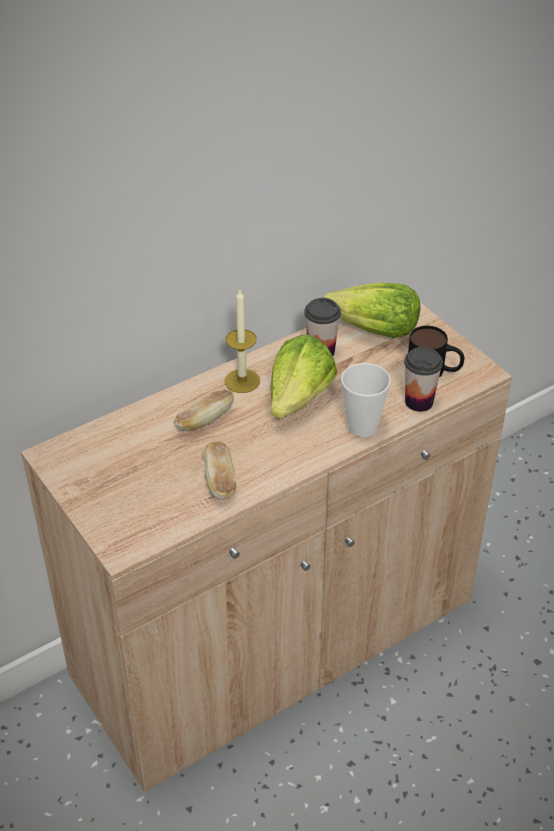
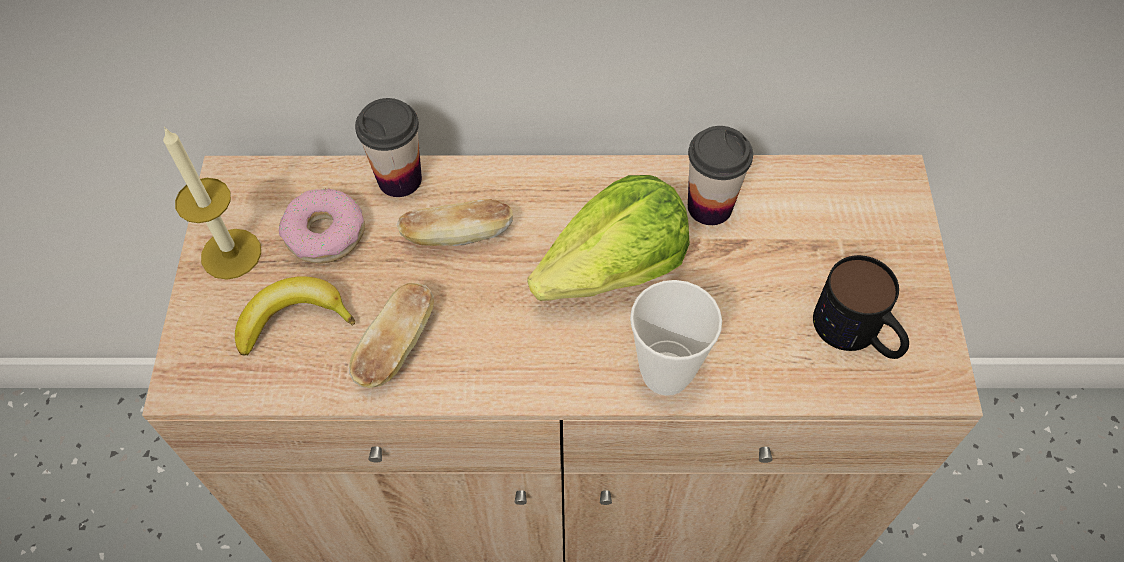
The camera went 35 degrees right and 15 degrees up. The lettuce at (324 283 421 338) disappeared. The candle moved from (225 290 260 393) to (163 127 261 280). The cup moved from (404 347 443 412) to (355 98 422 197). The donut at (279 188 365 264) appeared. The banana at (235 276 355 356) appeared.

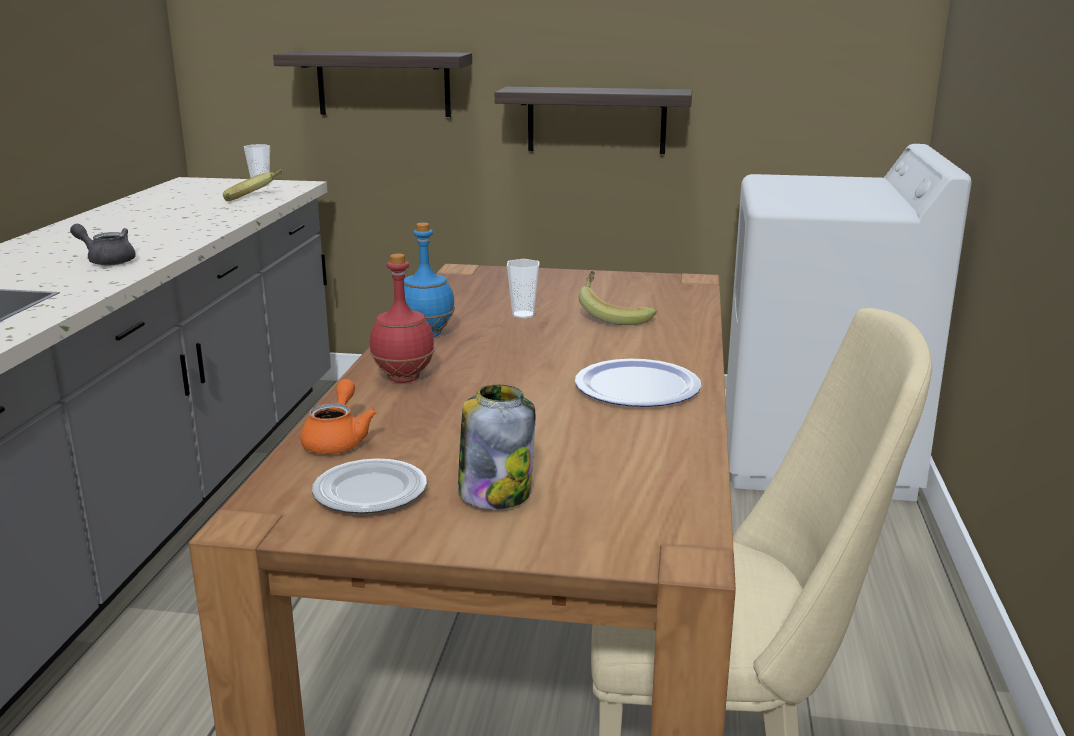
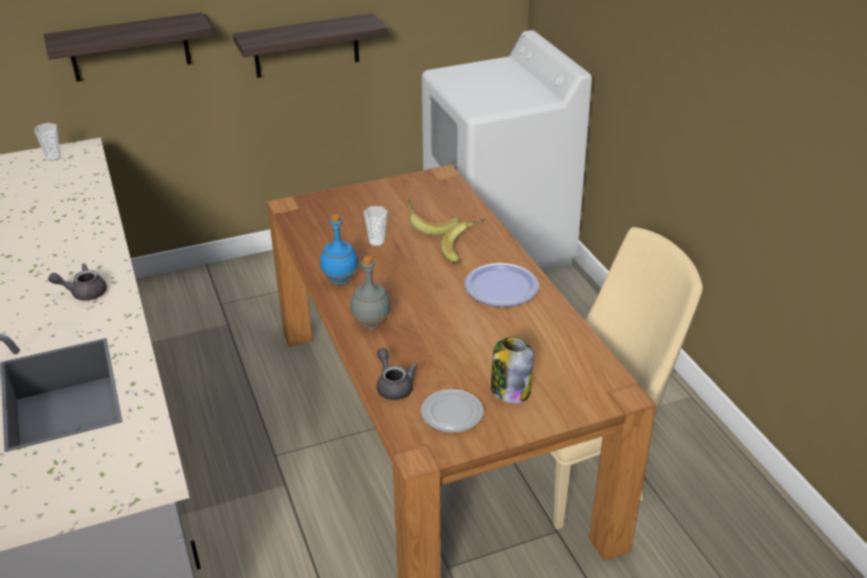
The camera went 30 degrees left and 15 degrees up. The banana moved from (223 168 285 201) to (441 219 484 263). The bottle/red at (370 254 435 383) became the bottle/grey at (350 256 391 329). The teapot/orange at (300 379 377 454) became the teapot/grey at (377 348 417 400).

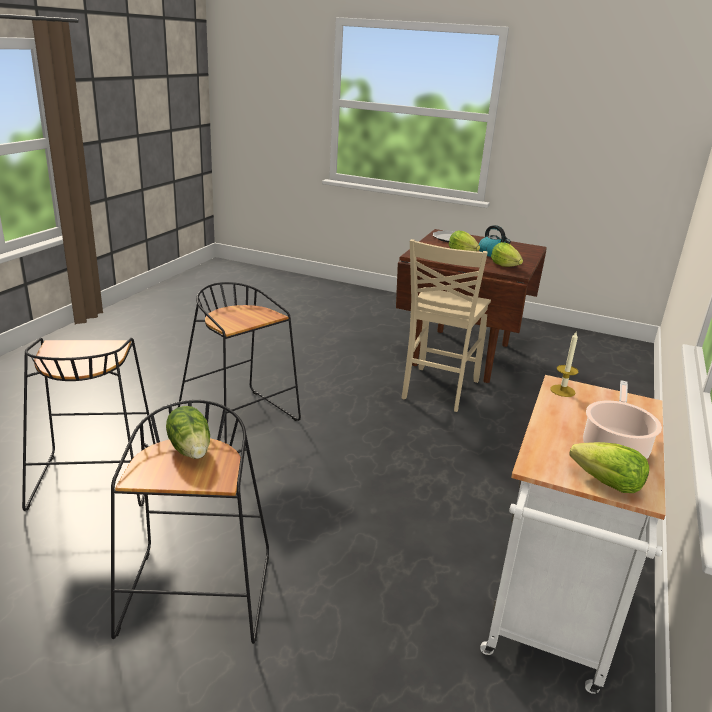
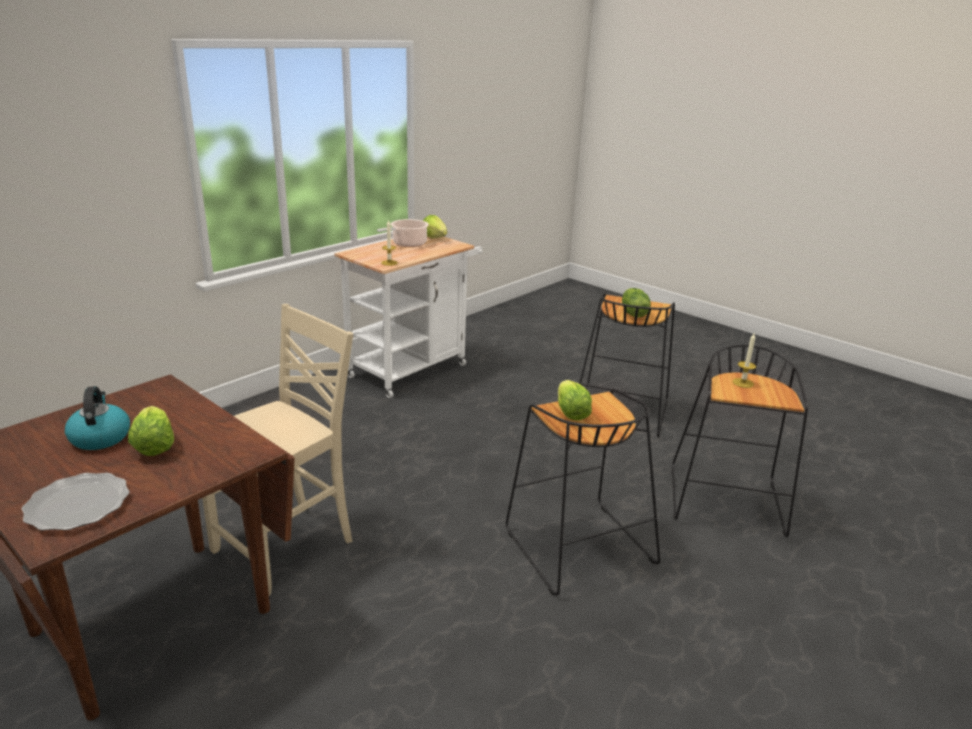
The camera went 160 degrees left and 0 degrees up. The lettuce moved from (491 242 523 267) to (558 380 592 420). The candle at (732 333 756 388) appeared.

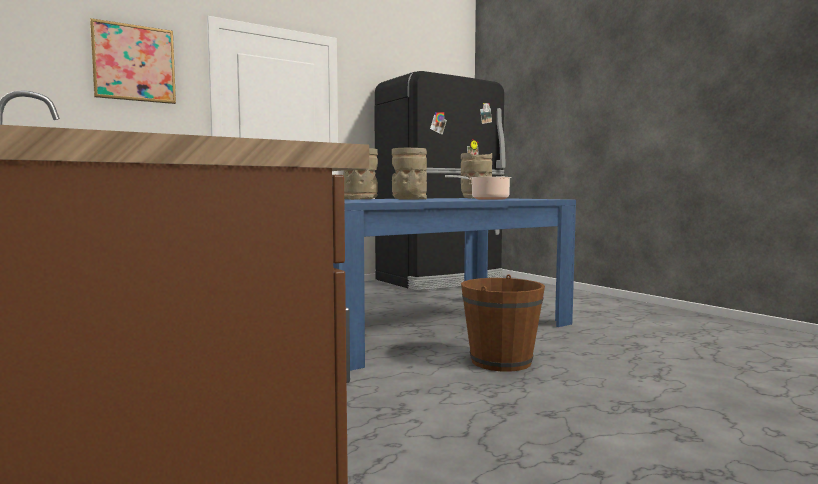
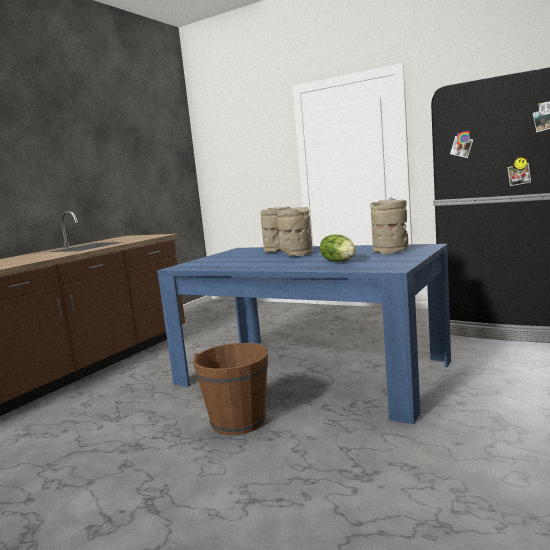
The camera went 65 degrees right and 5 degrees up. The picture at (90 18 176 104) disappeared. The cooking pot at (445 175 512 200) was replaced by the lettuce at (320 235 356 262).

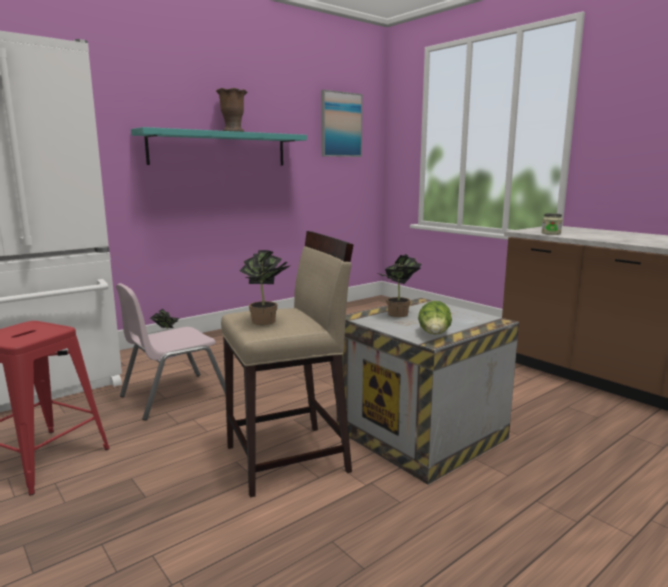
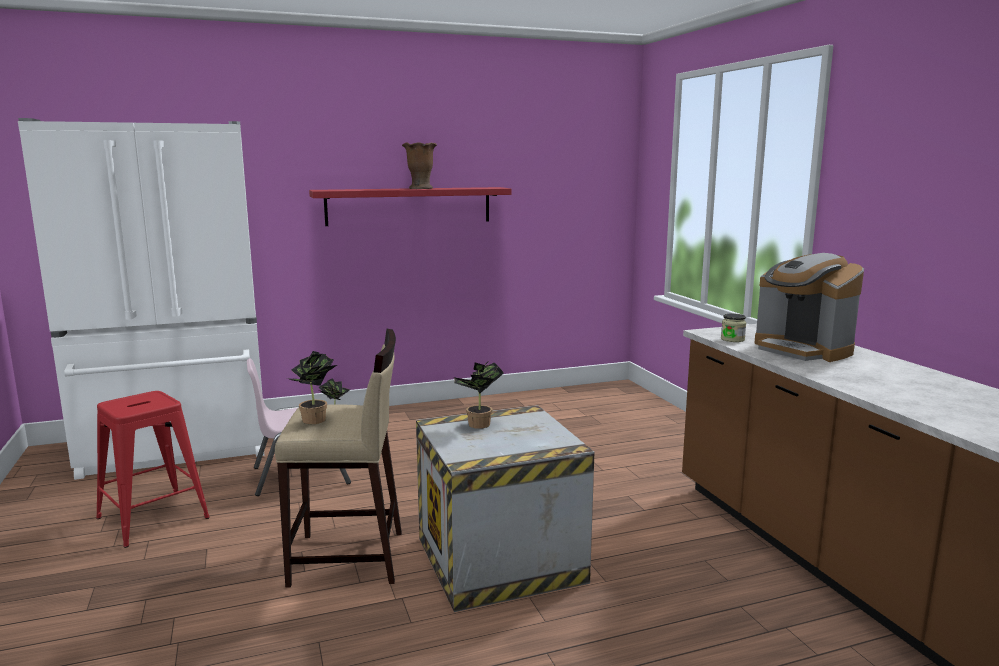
The camera went 20 degrees right and 0 degrees up. The picture at (321 90 363 157) disappeared. The shelf/turquoise at (131 127 307 165) became the shelf/red at (309 187 511 226). The lettuce at (418 301 452 335) disappeared. The coffee machine at (755 253 864 362) appeared.

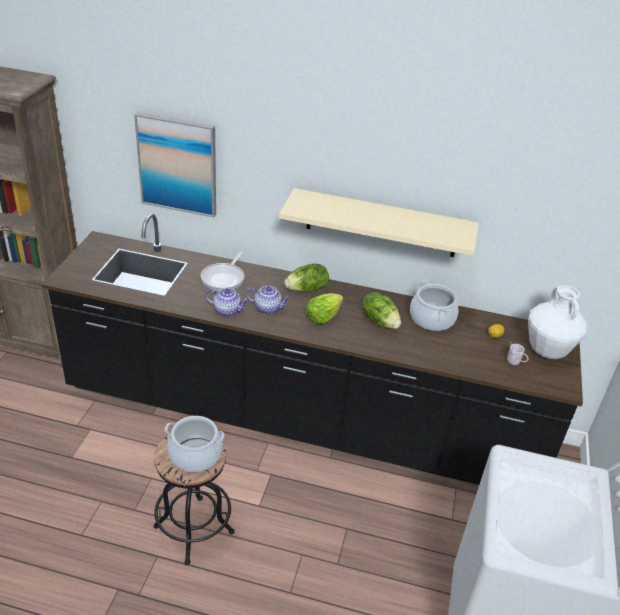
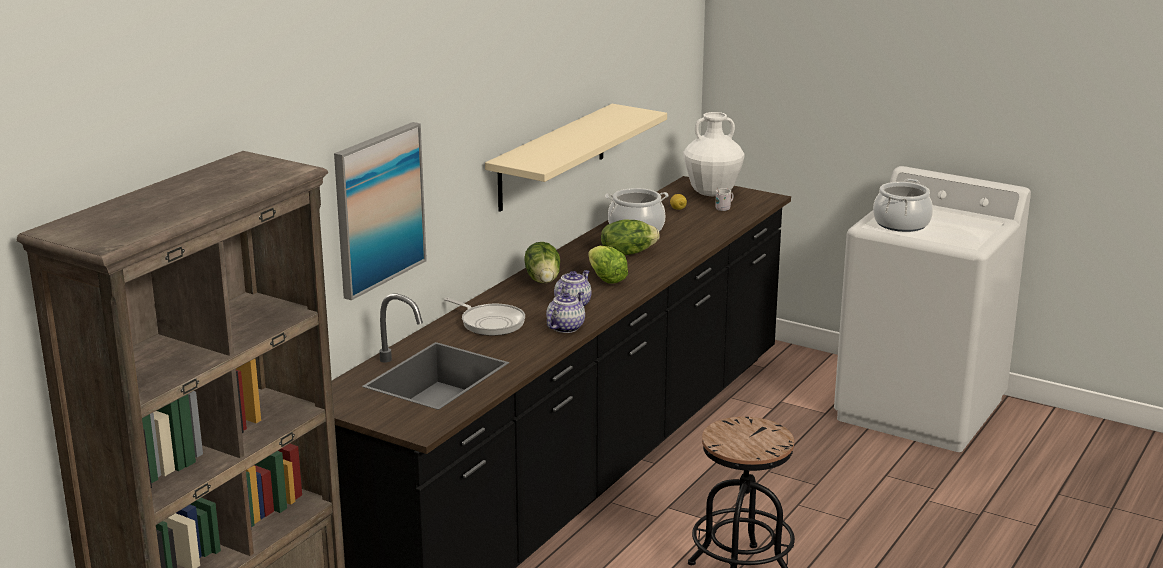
The camera went 70 degrees left and 15 degrees down. The cooking pot moved from (165 416 224 472) to (873 179 933 232).

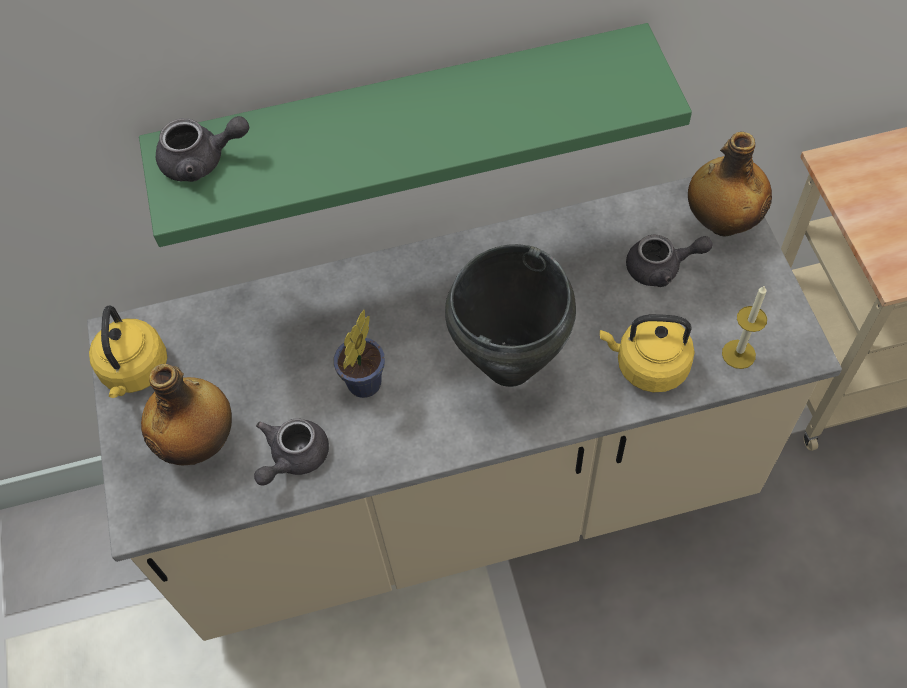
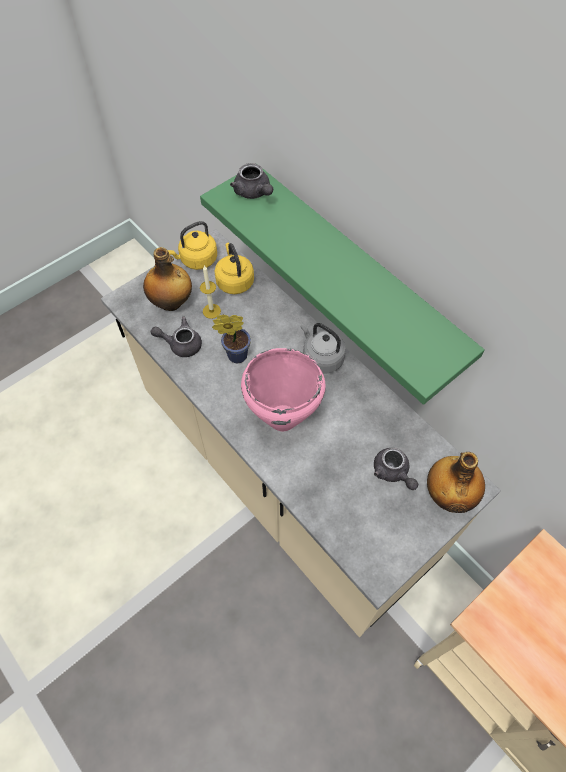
The camera went 60 degrees right and 0 degrees up. The cooking pot/black at (445 244 576 387) became the cooking pot/pink at (241 348 326 431). The candle moved from (722 285 767 369) to (200 265 221 319). The kettle/yellow moved from (600 314 695 392) to (214 243 254 294). The kettle/grey at (300 323 346 374) appeared.

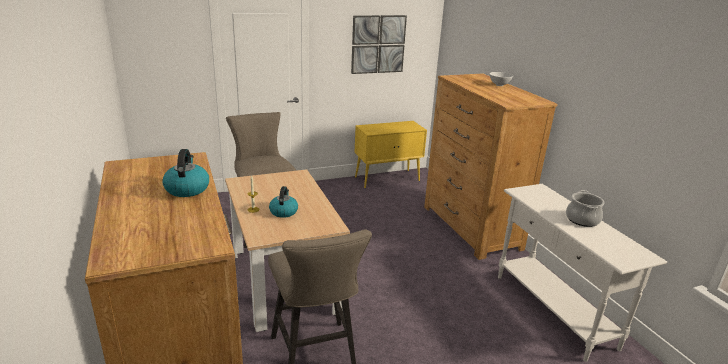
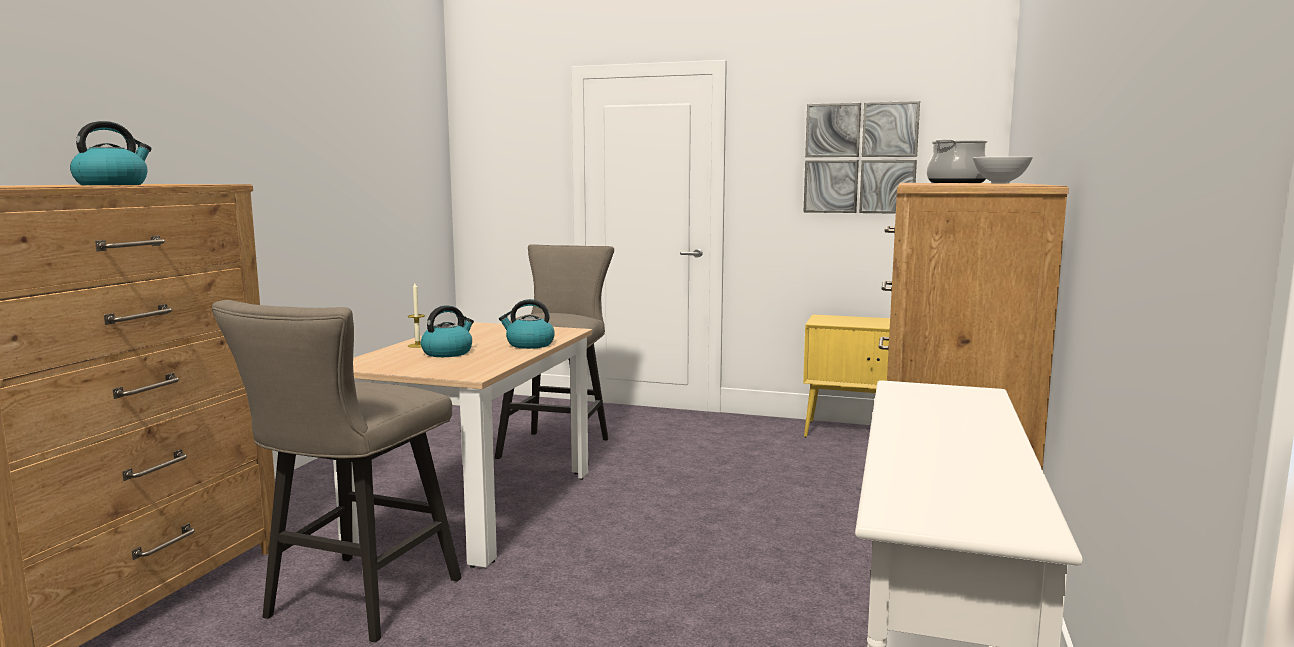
The camera went 40 degrees right and 15 degrees down. The cooking pot moved from (566 190 605 227) to (927 139 988 183). The kettle at (499 299 555 349) appeared.

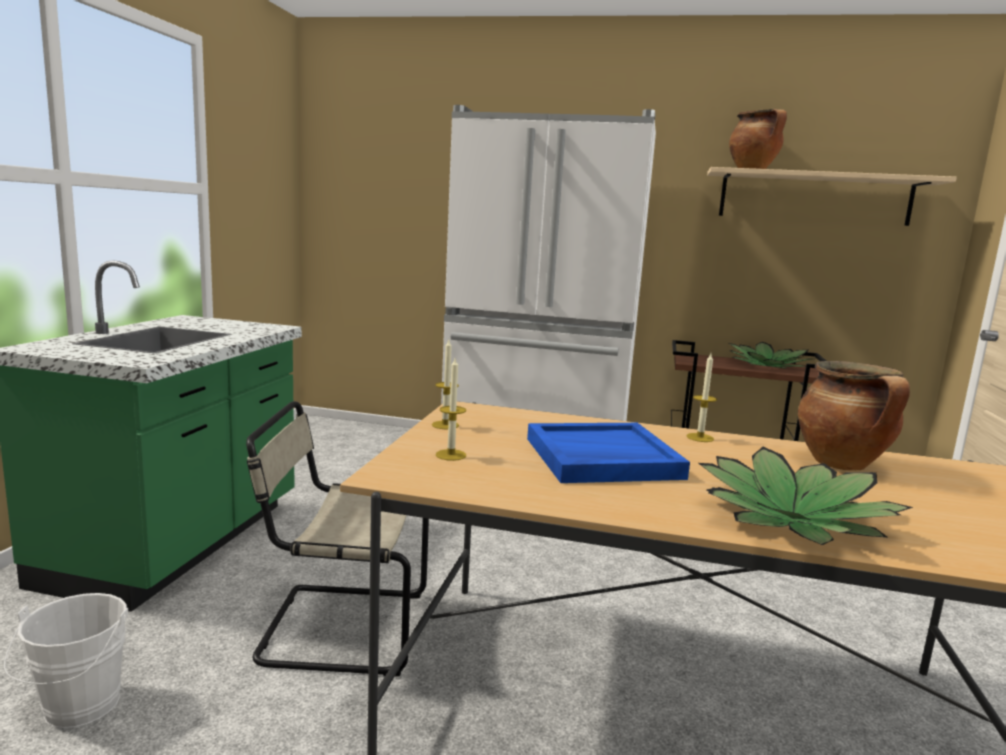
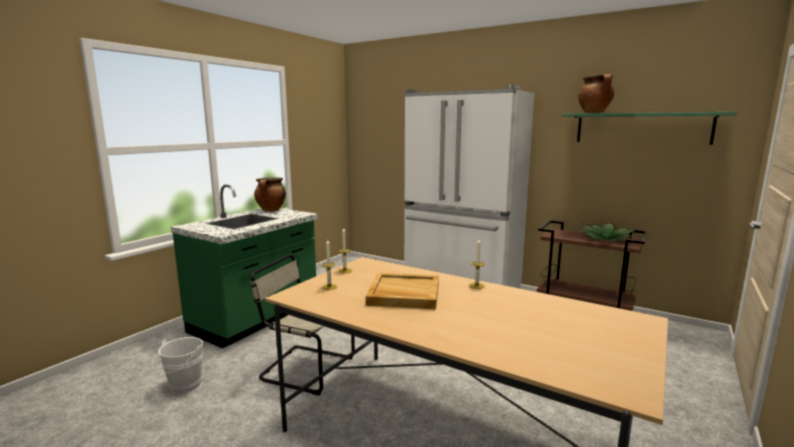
The camera went 20 degrees right and 0 degrees up. The shelf/beige at (707 167 957 226) became the shelf/green at (562 112 737 145). The cooking pot moved from (798 361 910 471) to (254 177 286 212). The tray/blue at (527 423 690 483) became the tray/beige at (366 273 439 309). The potted plant at (699 447 913 545) disappeared.

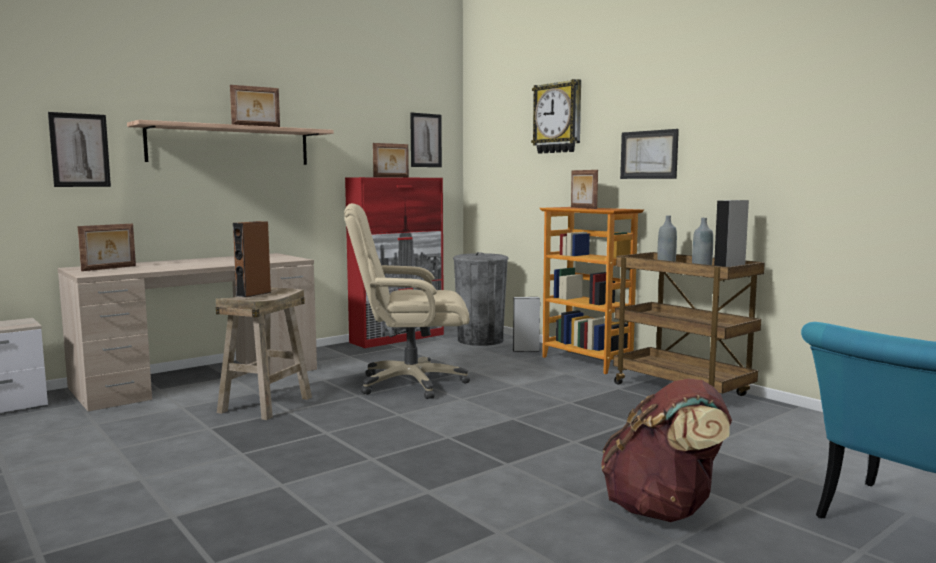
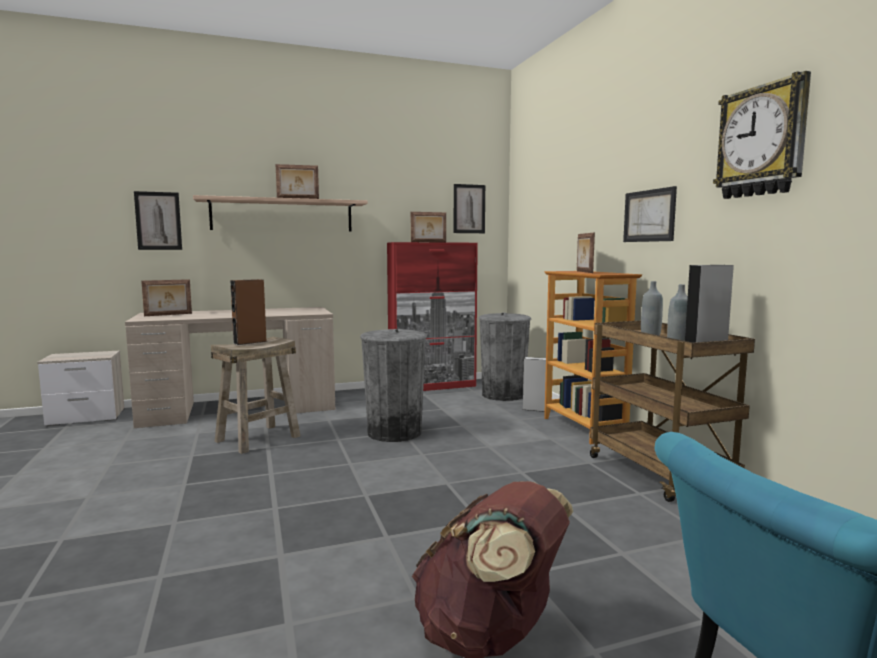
The camera went 20 degrees right and 0 degrees up. The wall clock moved from (531 79 581 154) to (713 71 811 199). The office chair/beige at (344 203 470 399) was replaced by the trash can/grey at (360 329 427 442).

